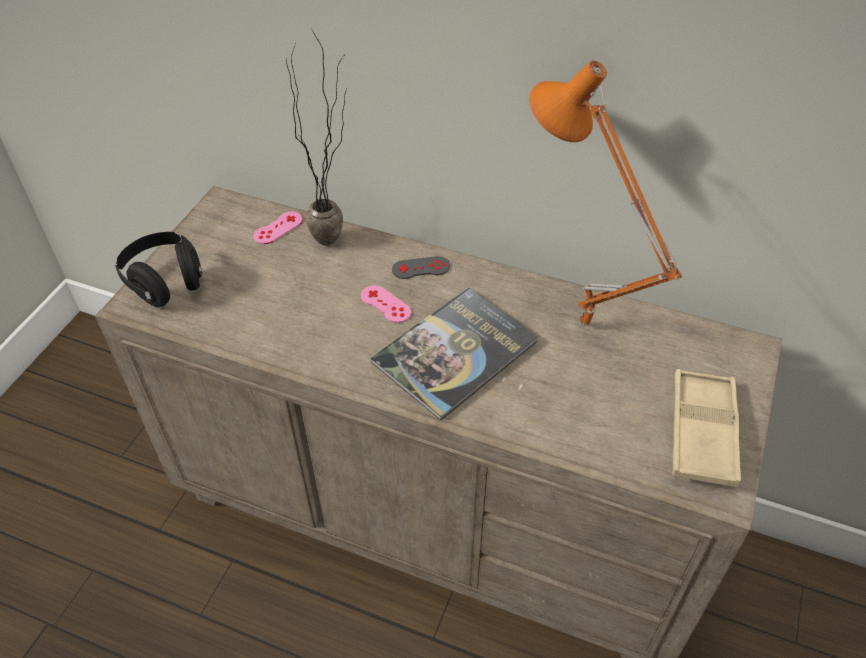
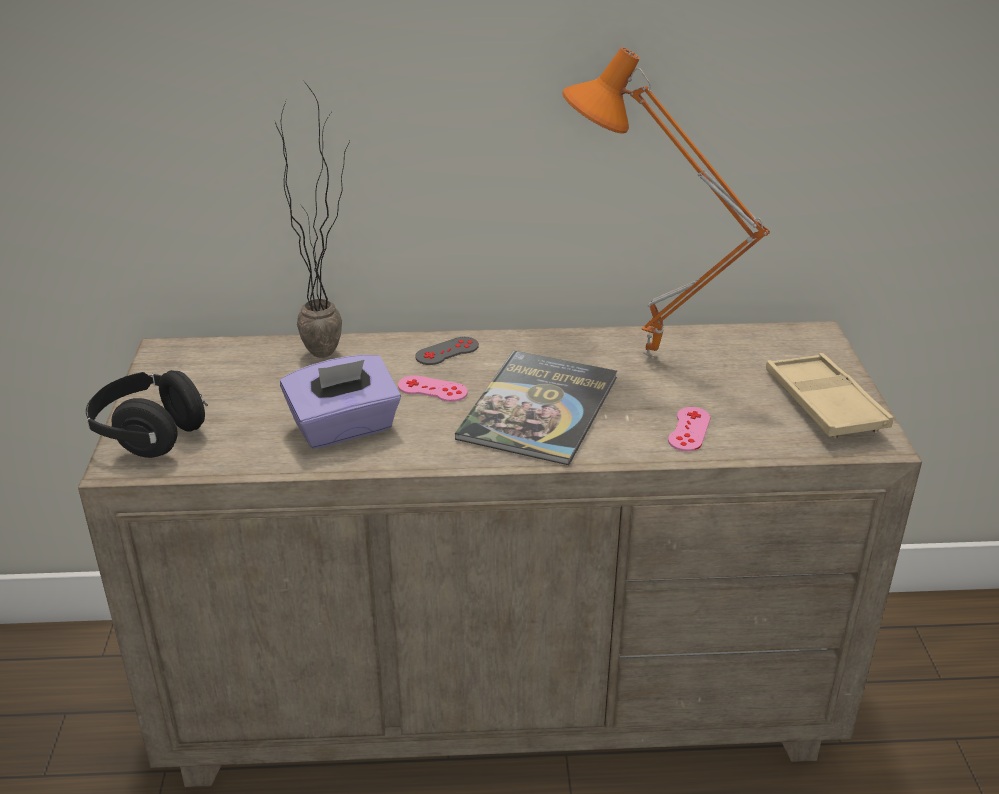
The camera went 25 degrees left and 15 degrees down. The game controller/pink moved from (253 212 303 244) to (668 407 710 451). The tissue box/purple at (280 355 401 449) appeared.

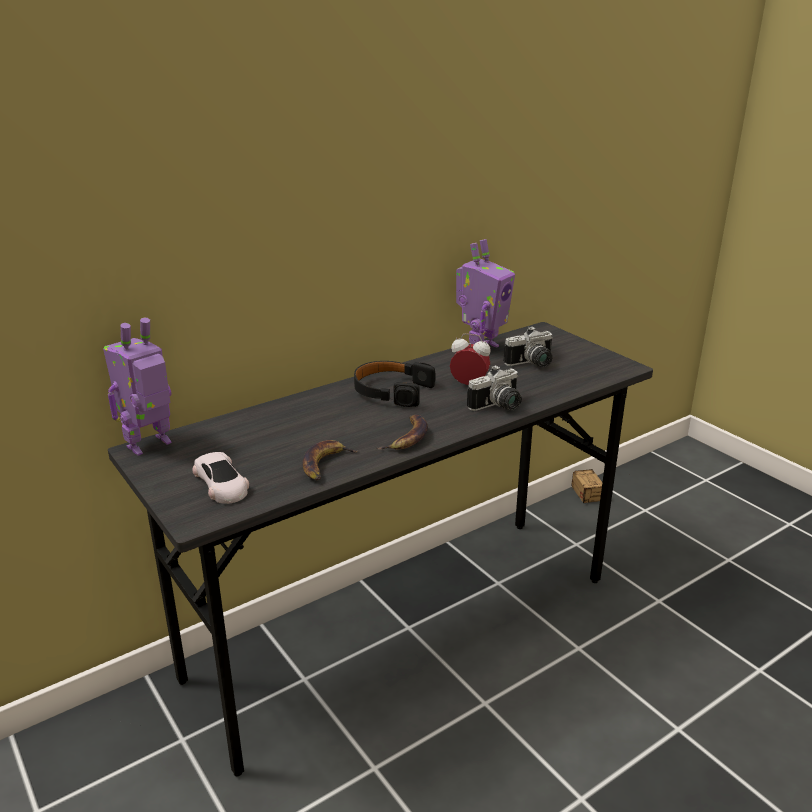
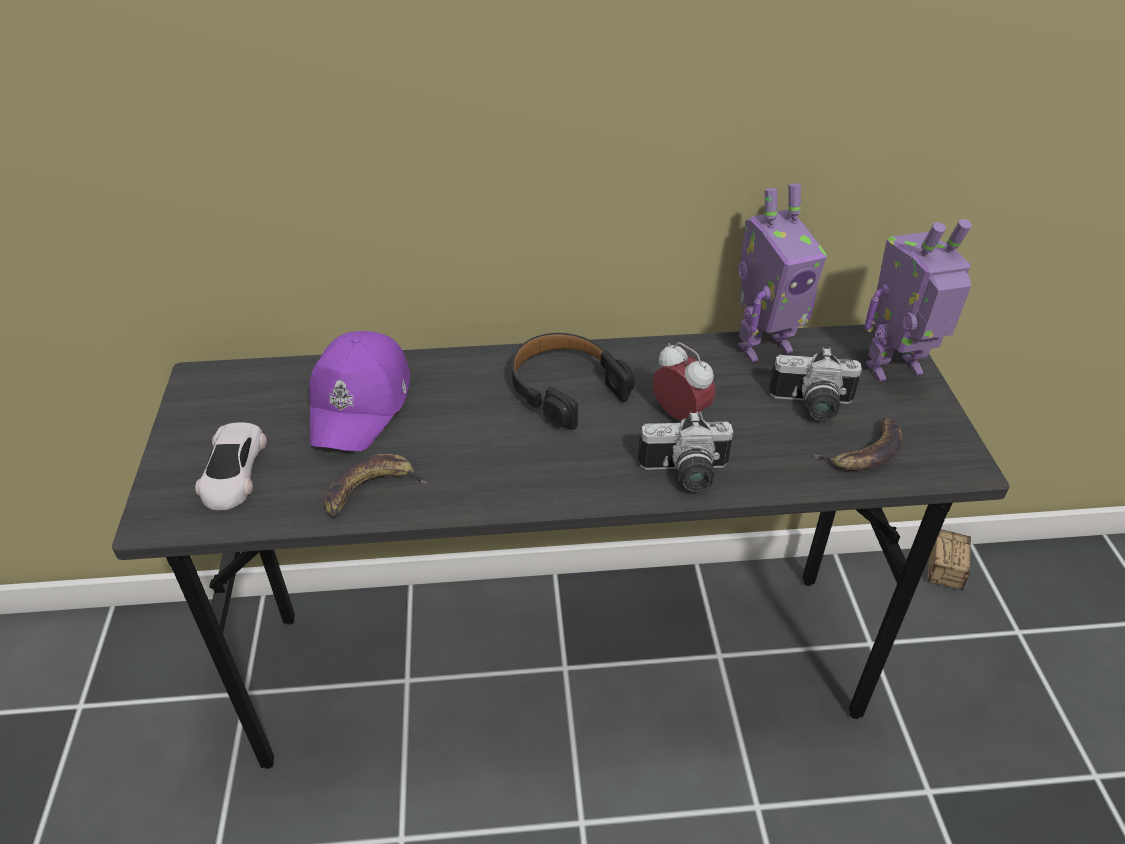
The camera went 30 degrees right and 15 degrees up. The toy robot moved from (103 318 172 456) to (865 219 972 381). The banana moved from (377 415 428 450) to (813 417 903 470). The cap/purple at (310 331 410 451) appeared.

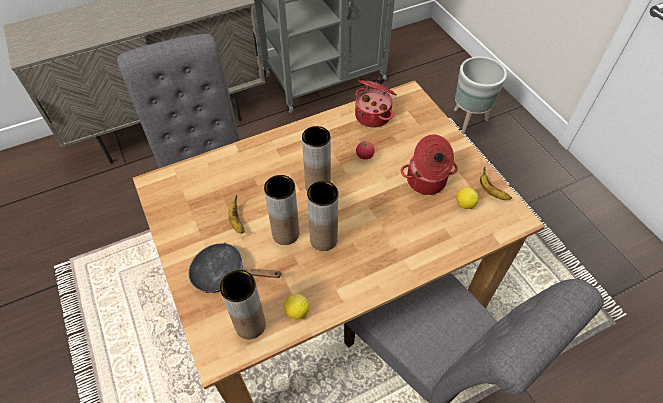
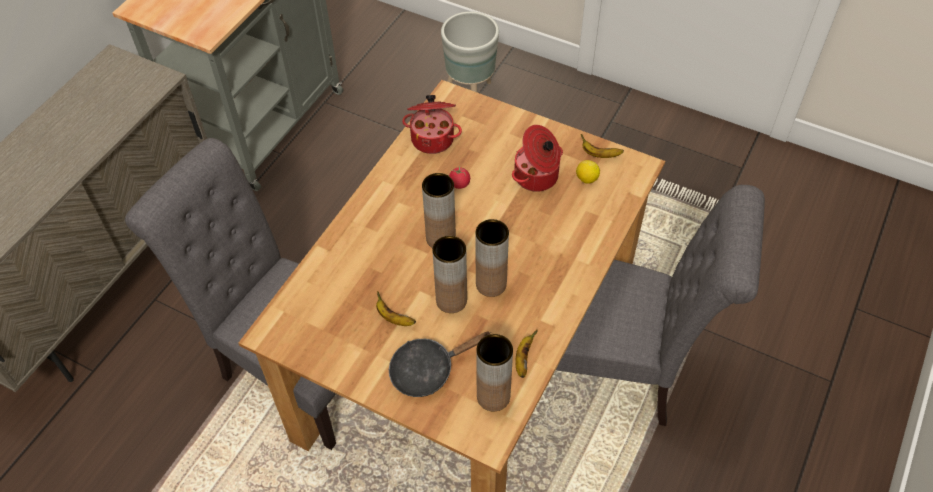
The camera went 35 degrees left and 0 degrees up. The lemon at (284 294 309 320) was replaced by the banana at (515 330 537 378).

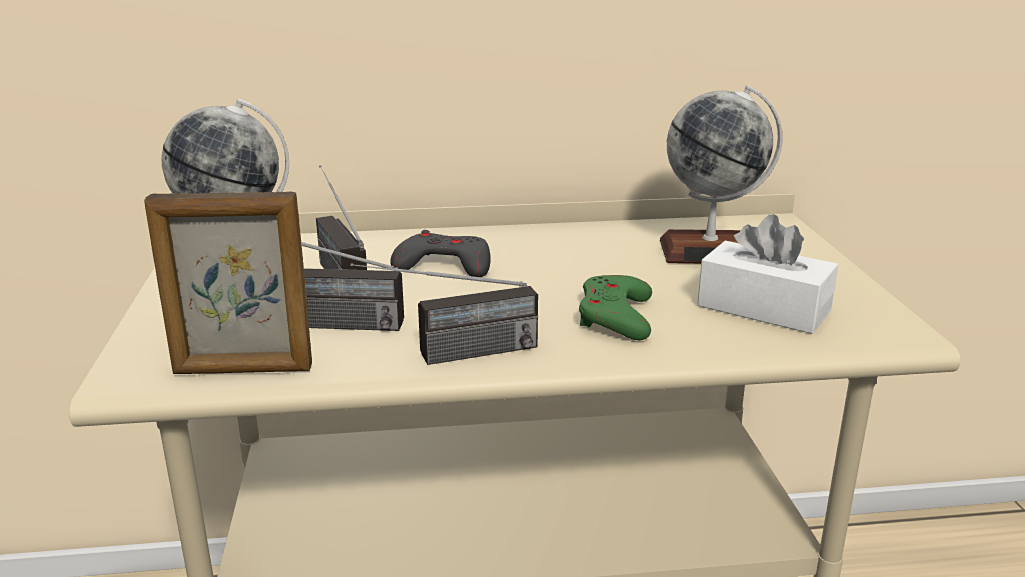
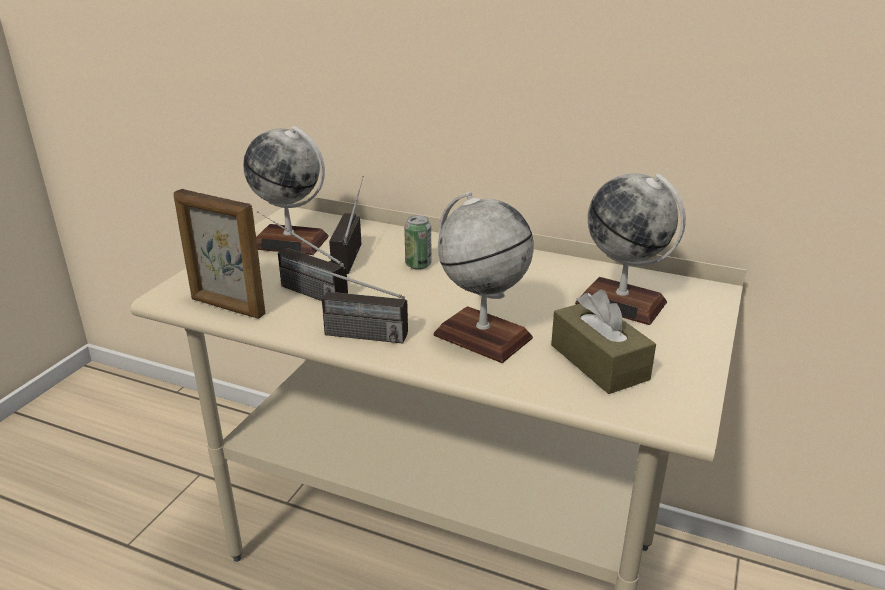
The camera went 30 degrees right and 5 degrees up. The tissue box/white at (697 214 838 334) became the tissue box/brown at (551 290 656 394). The game controller/grey at (390 230 491 277) was replaced by the can at (404 215 432 270). The game controller/green at (579 275 652 340) was replaced by the globe at (433 192 534 363).

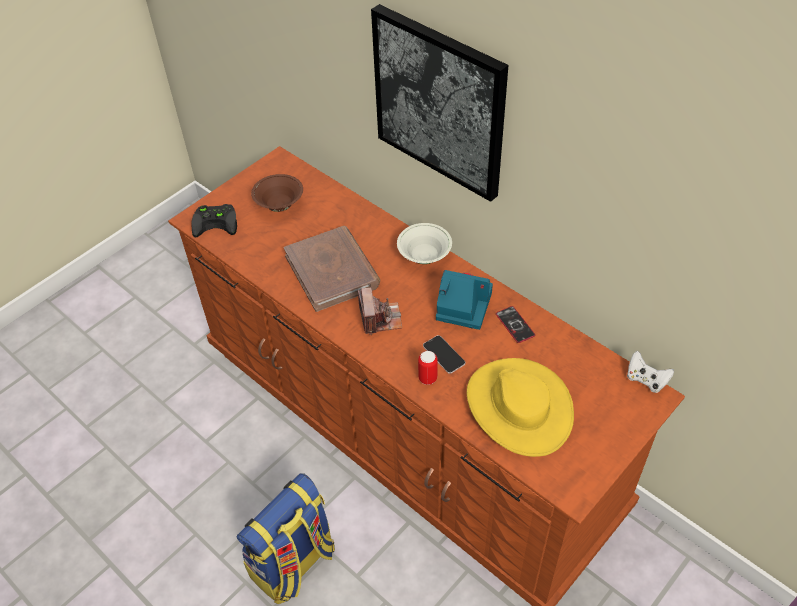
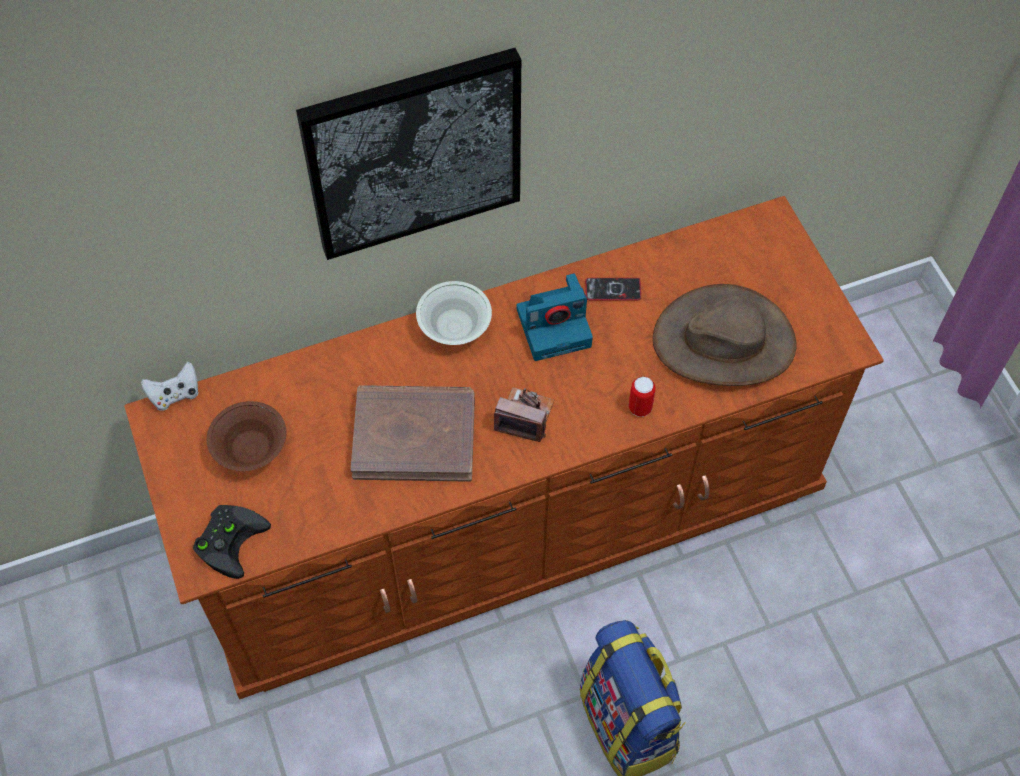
The camera went 65 degrees left and 10 degrees up. The photo camera at (436 270 493 330) turned 150 degrees counterclockwise. The phone at (423 335 465 374) disappeared. The game controller/white moved from (627 351 674 393) to (141 361 198 411). The hat/yellow at (467 358 574 457) became the hat/brown at (653 284 797 386).

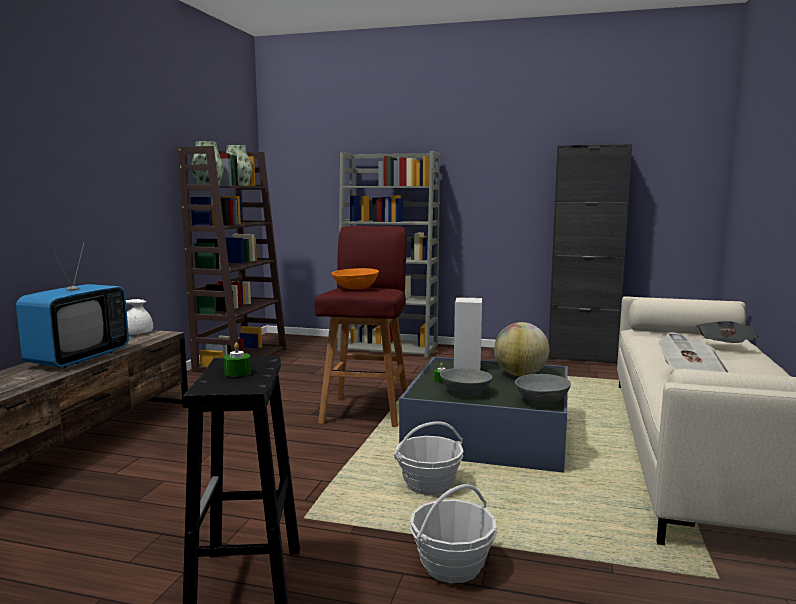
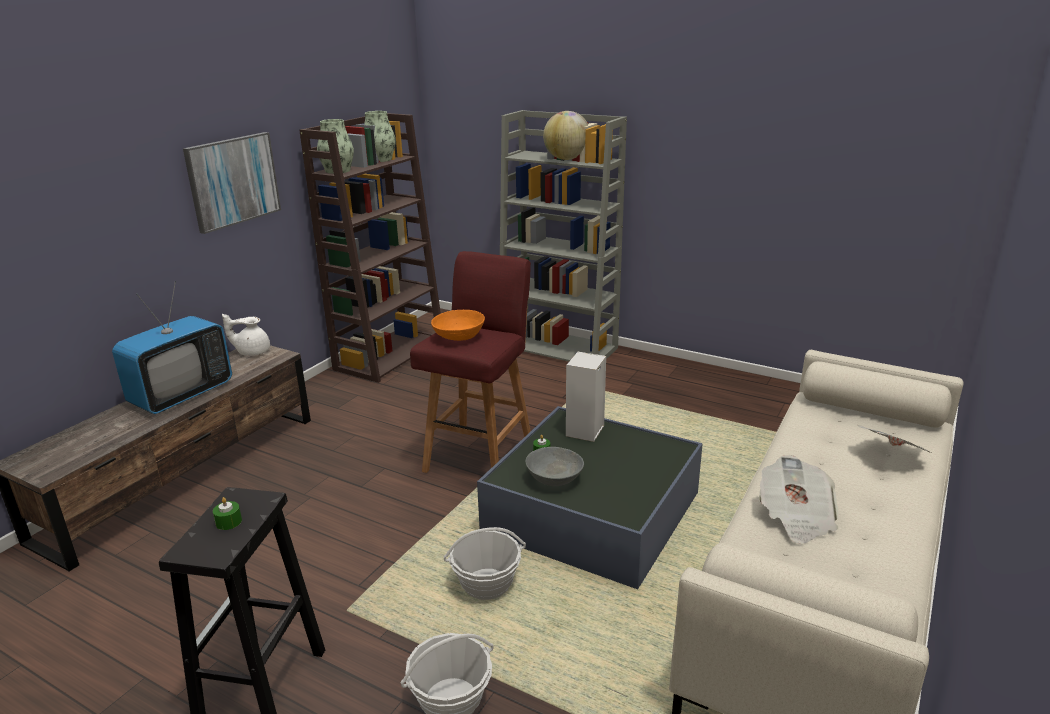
The camera went 15 degrees right and 15 degrees up. The cabinet/black at (548 144 632 364) disappeared. The globe moved from (494 322 549 376) to (543 111 588 160). The bowl/grey at (515 374 571 404) disappeared. The picture at (183 132 281 234) appeared.

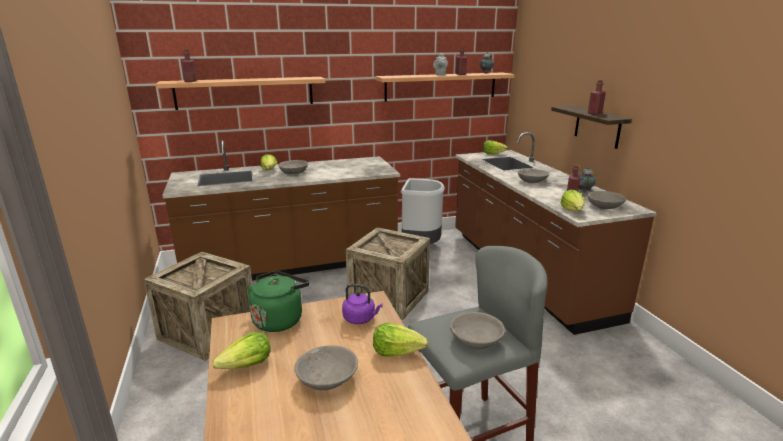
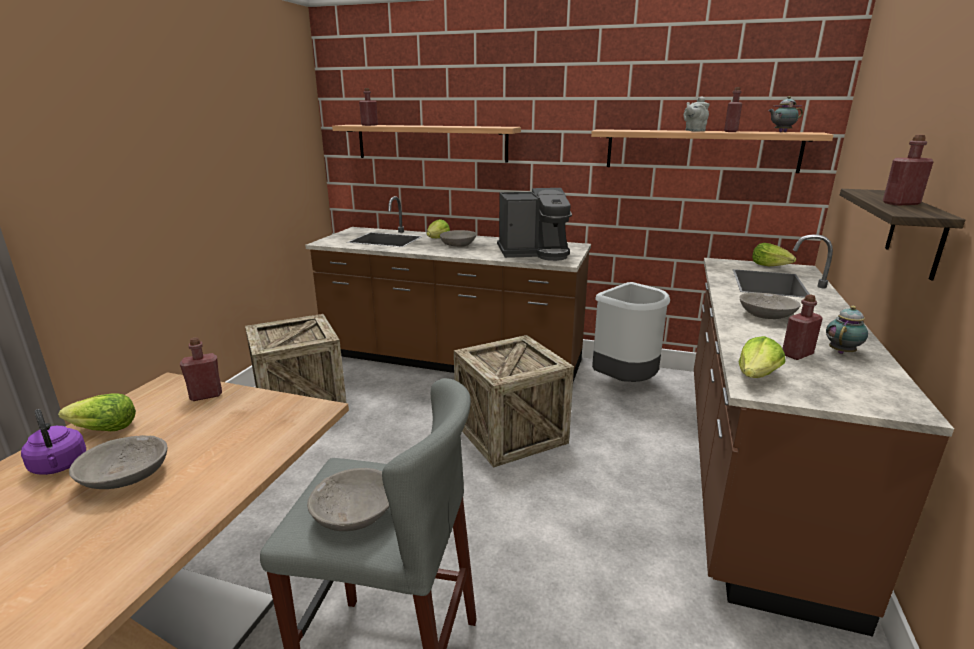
The camera went 35 degrees right and 0 degrees up. The bowl/grey at (587 191 627 209) disappeared. The kettle/green at (247 271 310 332) was replaced by the bottle/red at (180 337 222 401). The kettle/purple moved from (342 284 383 324) to (21 409 86 475). The lettuce at (373 322 428 357) disappeared. The coffee machine at (497 188 572 261) appeared.

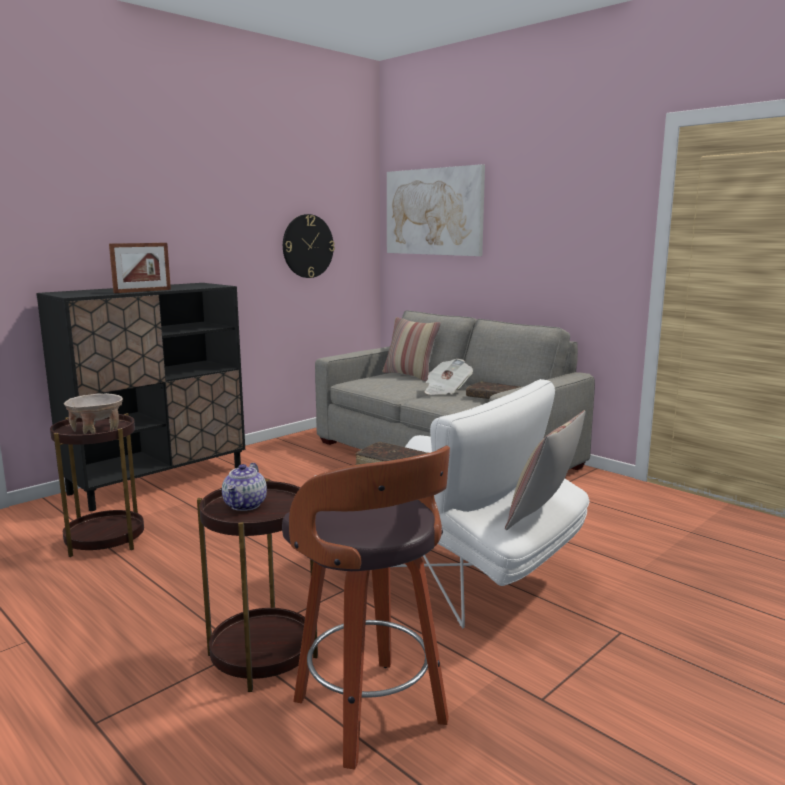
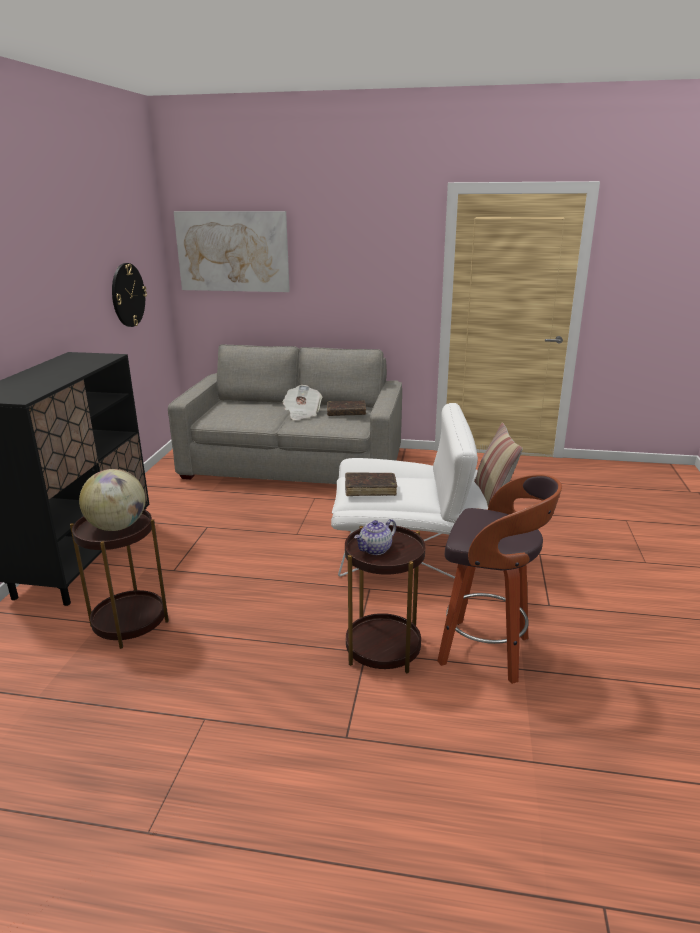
The camera went 35 degrees left and 10 degrees up. The picture frame at (109 243 171 293) disappeared. The pillow at (382 317 441 381) disappeared. The bowl/beige at (64 393 123 434) was replaced by the globe at (79 469 145 531). The teapot at (222 463 267 511) turned 75 degrees clockwise.

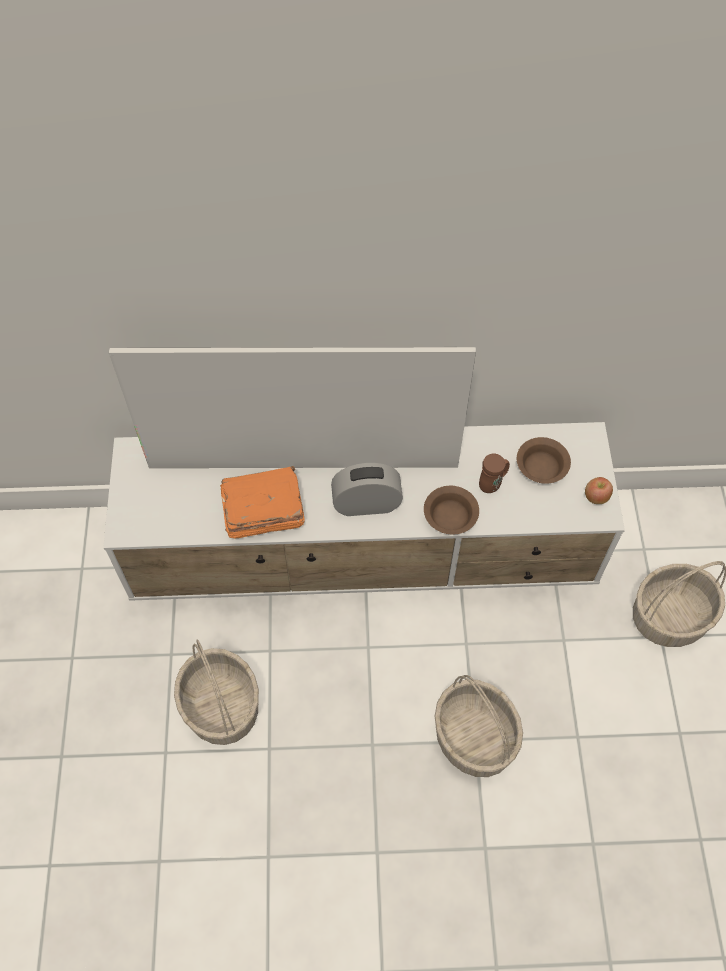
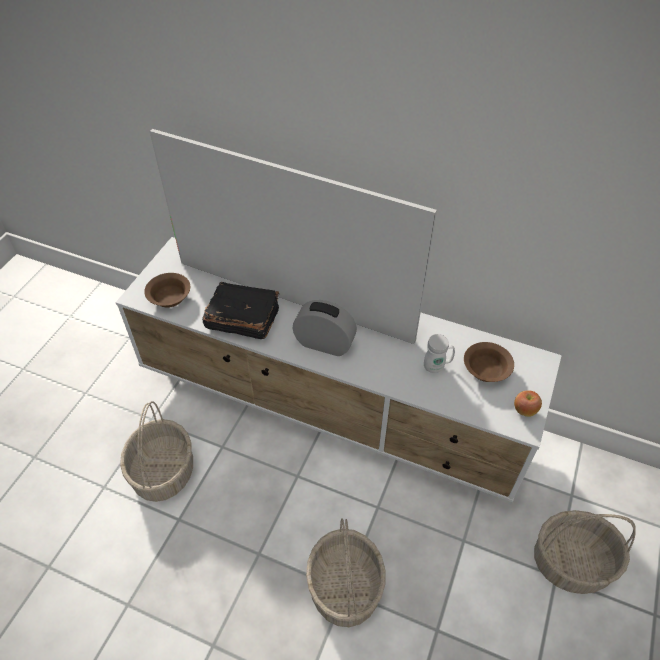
The camera went 25 degrees right and 10 degrees down. The mug/brown at (479 454 510 493) became the mug/white at (424 334 455 373). The book/orange at (220 466 305 538) became the book/black at (202 282 279 339). The bowl/brown moved from (424 486 479 535) to (144 273 190 308).

